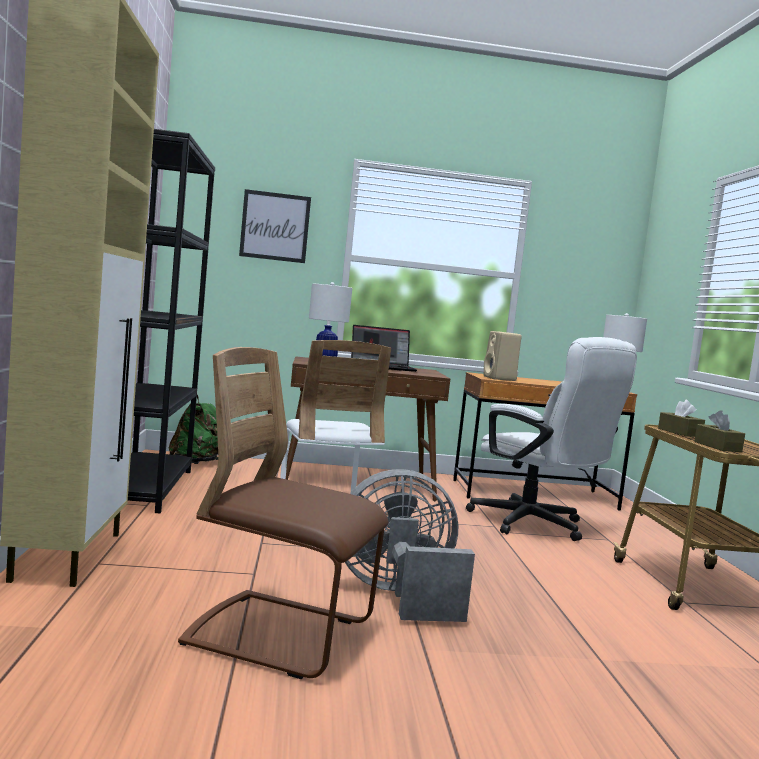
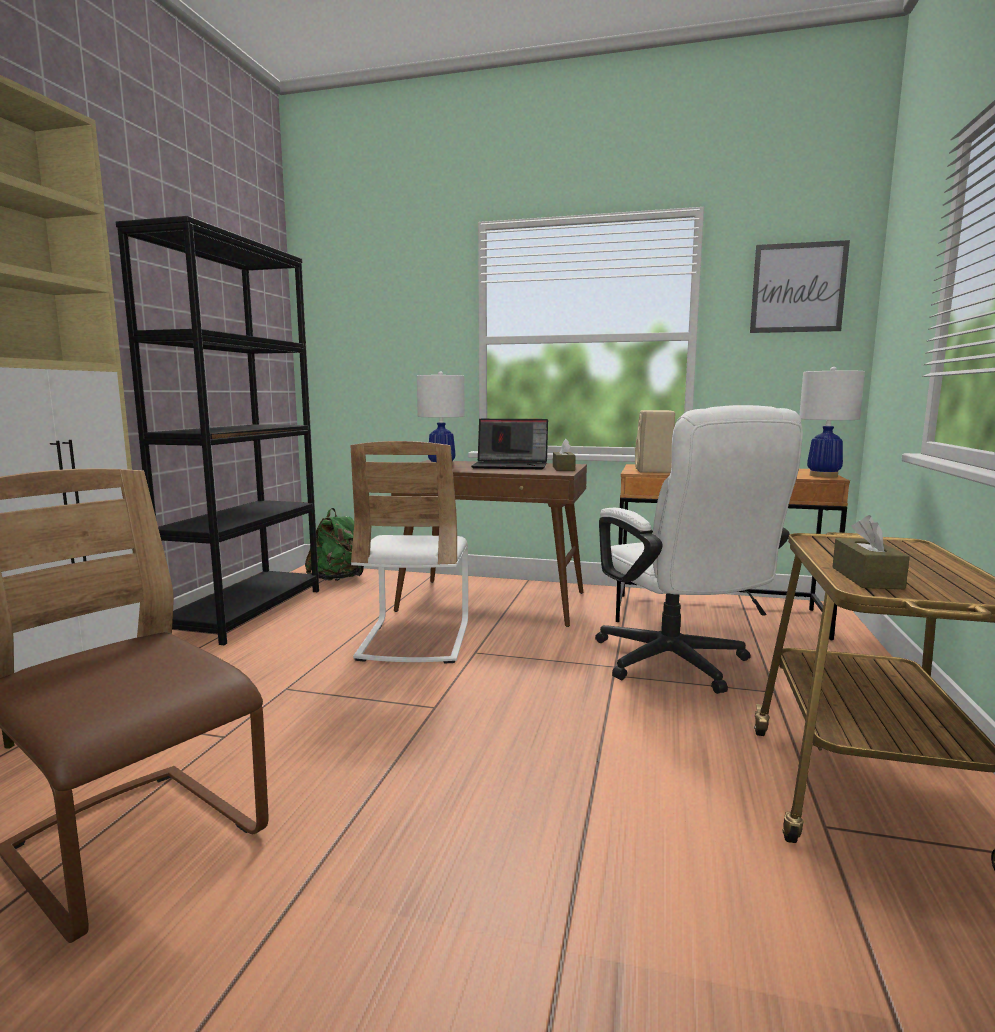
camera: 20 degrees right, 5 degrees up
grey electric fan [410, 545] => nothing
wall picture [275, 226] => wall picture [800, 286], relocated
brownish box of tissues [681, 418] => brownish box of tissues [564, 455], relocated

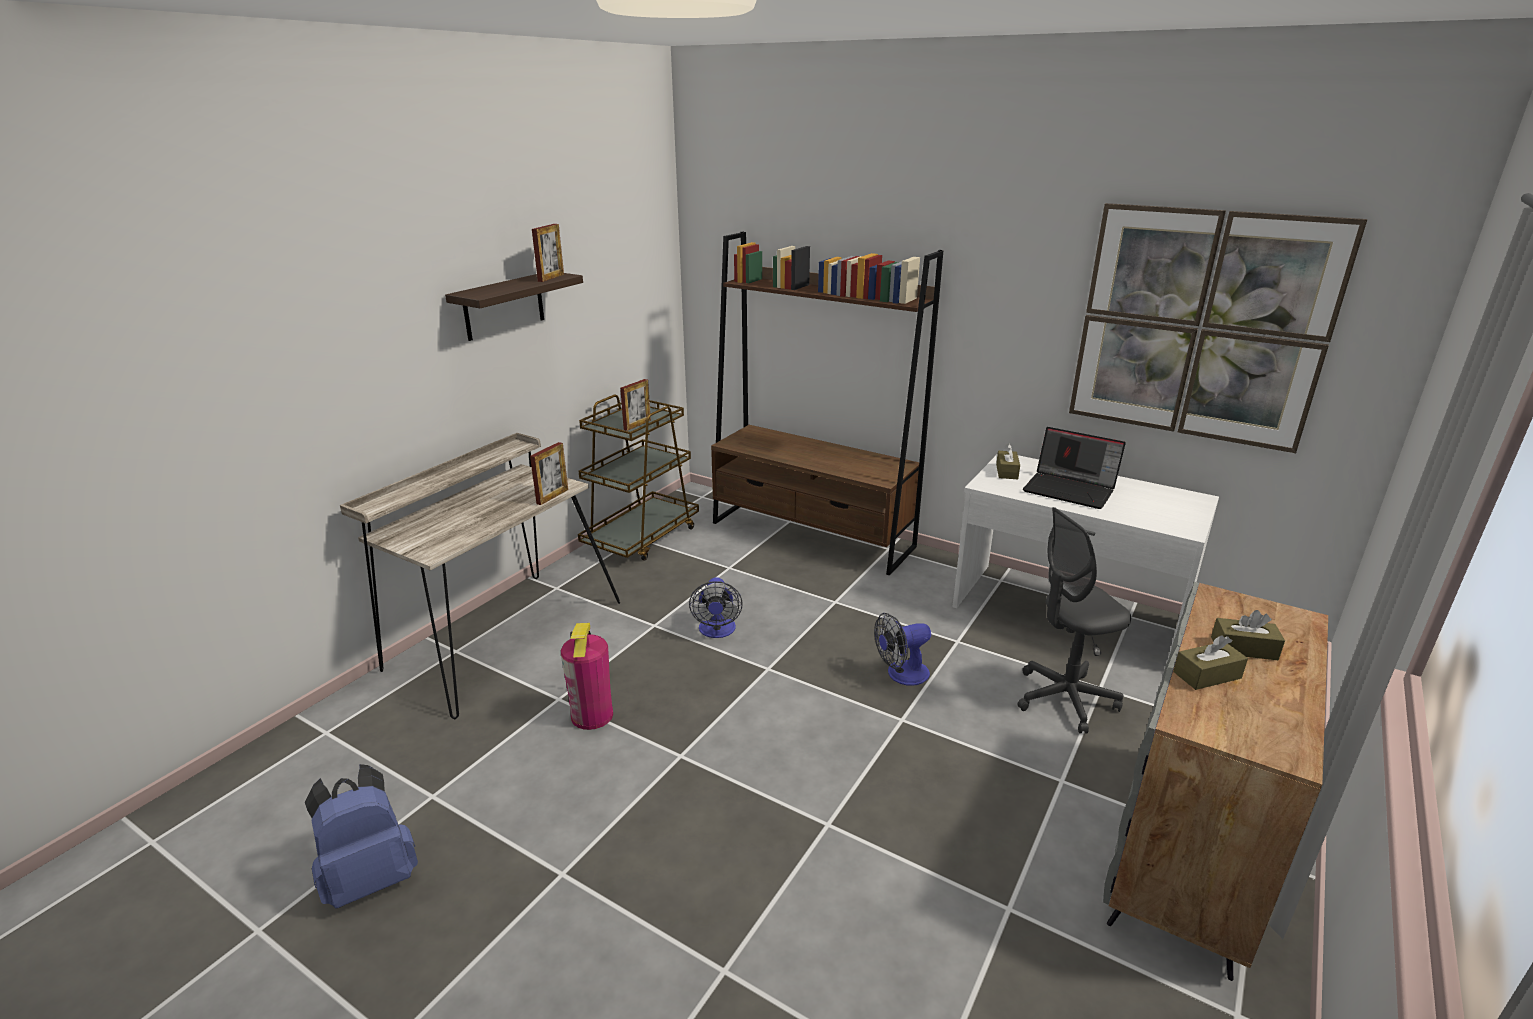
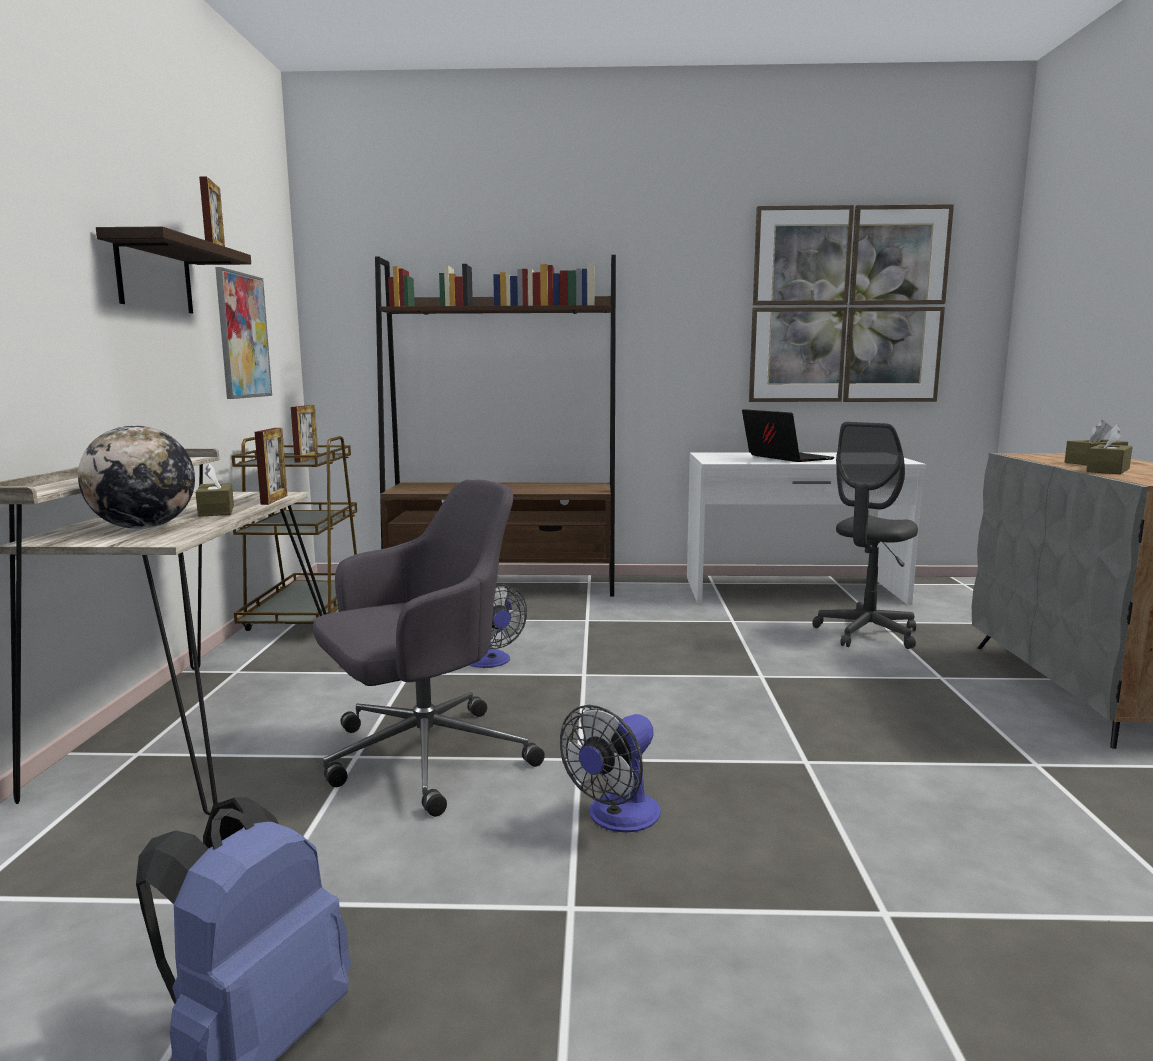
camera: 30 degrees left, 15 degrees down
nothing => globe [136, 477]
nothing => wall picture [243, 333]
electric fan [902, 649] => electric fan [610, 769], relocated
brownish box of tissues [1008, 461] => brownish box of tissues [215, 490], relocated
fire extinguisher [587, 676] => grey desk chair [429, 648]
notebook computer [1074, 468] => notebook computer [788, 435], 120 degrees counterclockwise

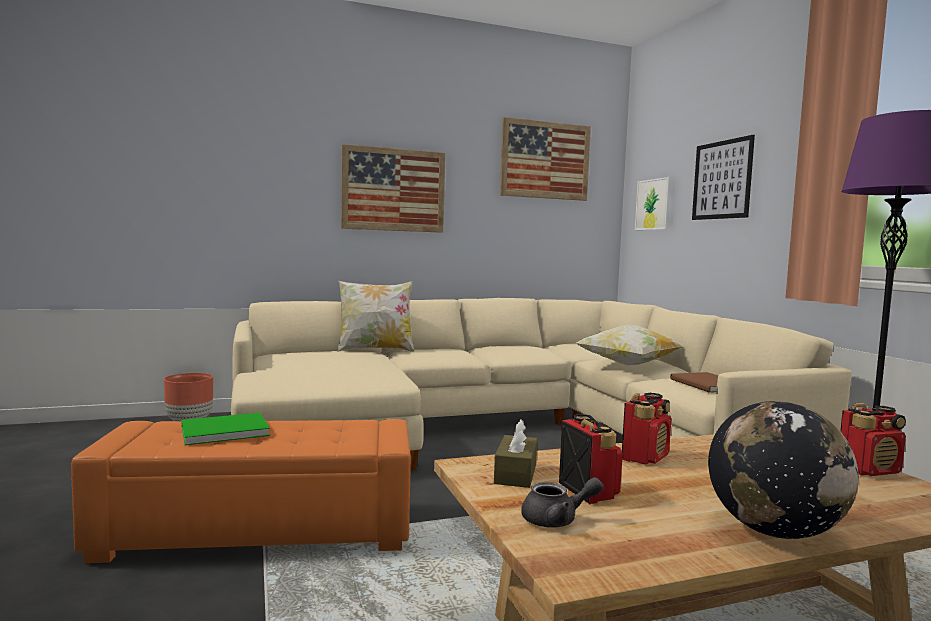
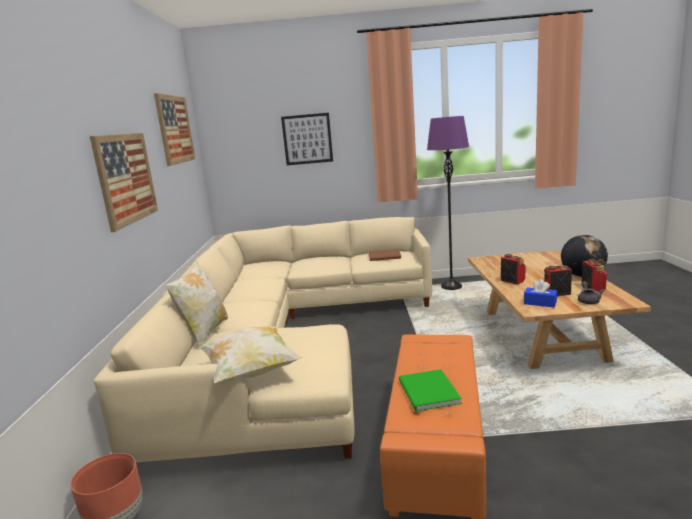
camera: 70 degrees left, 10 degrees up
wall picture [653, 203] => nothing
throw pillow [629, 344] => throw pillow [250, 354], relocated
radio receiver [873, 439] => radio receiver [594, 275], relocated
brownish box of tissues [515, 453] => bluish box of tissues [540, 293]

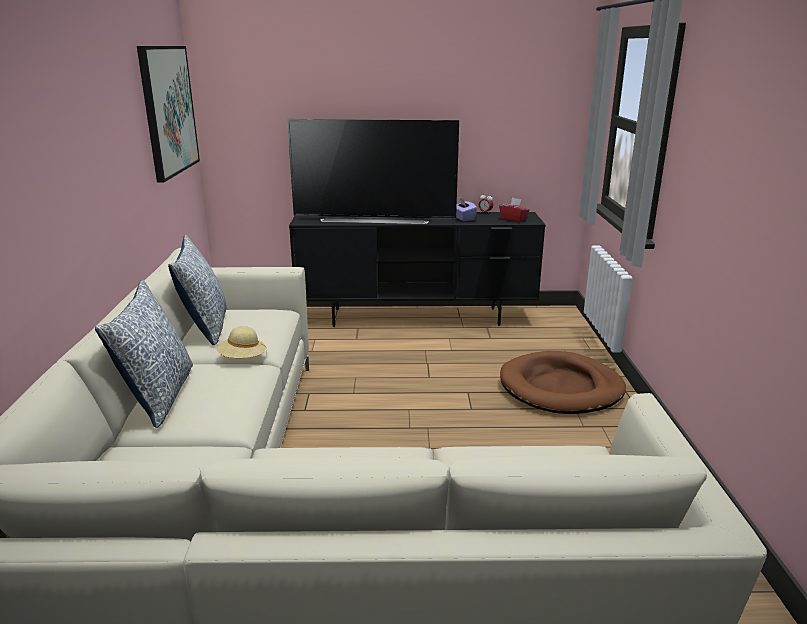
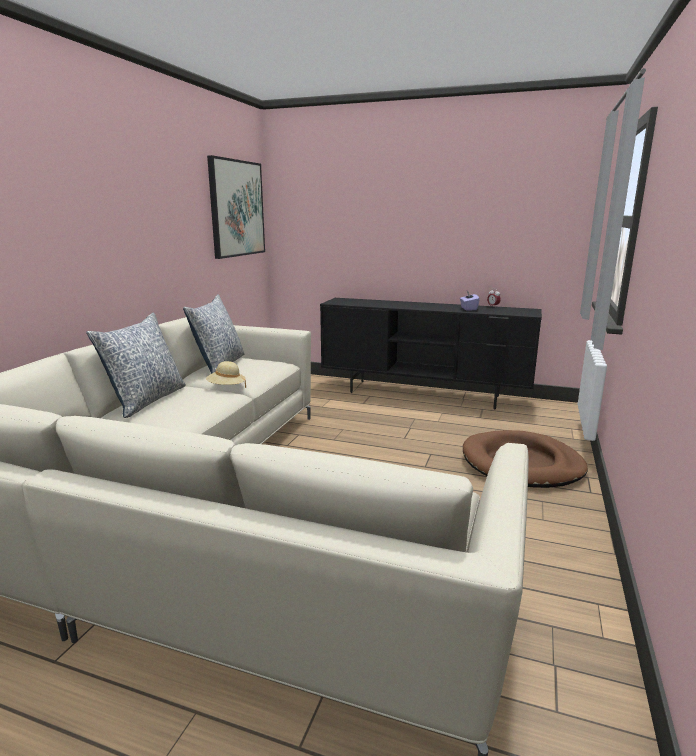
camera: 20 degrees right, 5 degrees down
TV set [373, 171] => nothing
red-coloured box of tissues [514, 210] => nothing

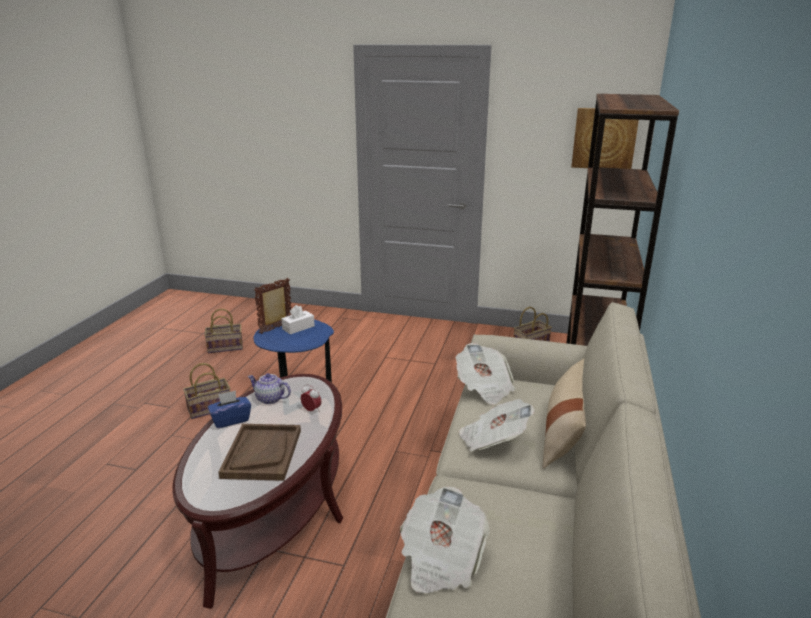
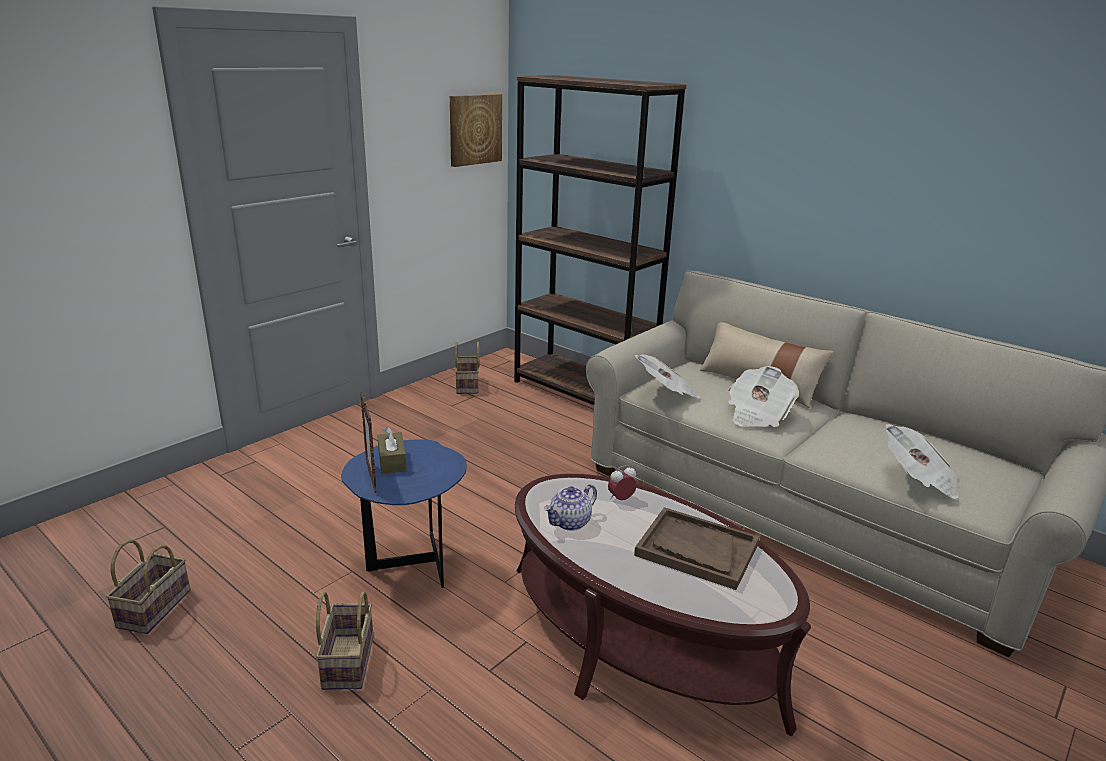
camera: 65 degrees left, 0 degrees up
bluish box of tissues [229, 409] => nothing
white-coloured box of tissues [298, 319] => brownish box of tissues [392, 450]

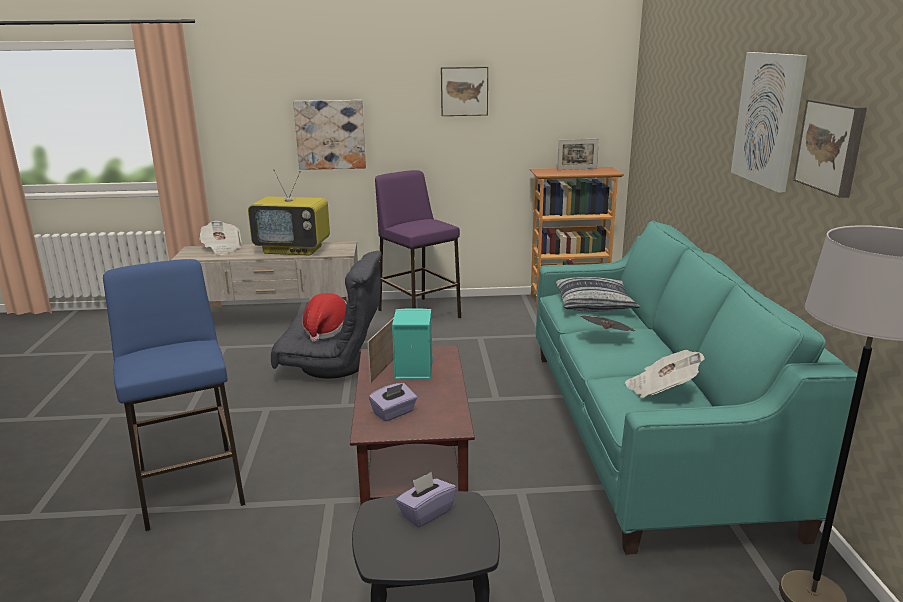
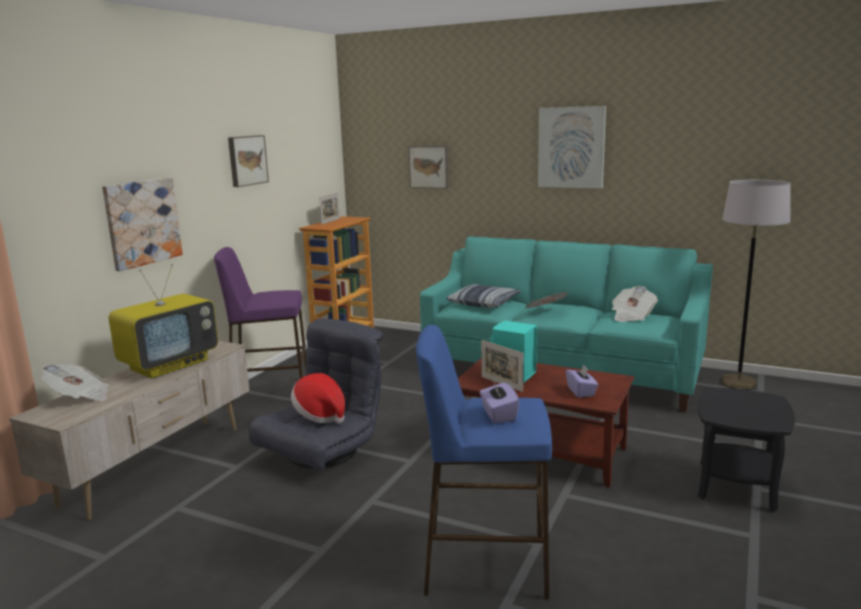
camera: 60 degrees left, 5 degrees down
purple box of tissues [426, 500] => purple box of tissues [499, 402], relocated
wall picture [830, 148] => wall picture [429, 167], relocated

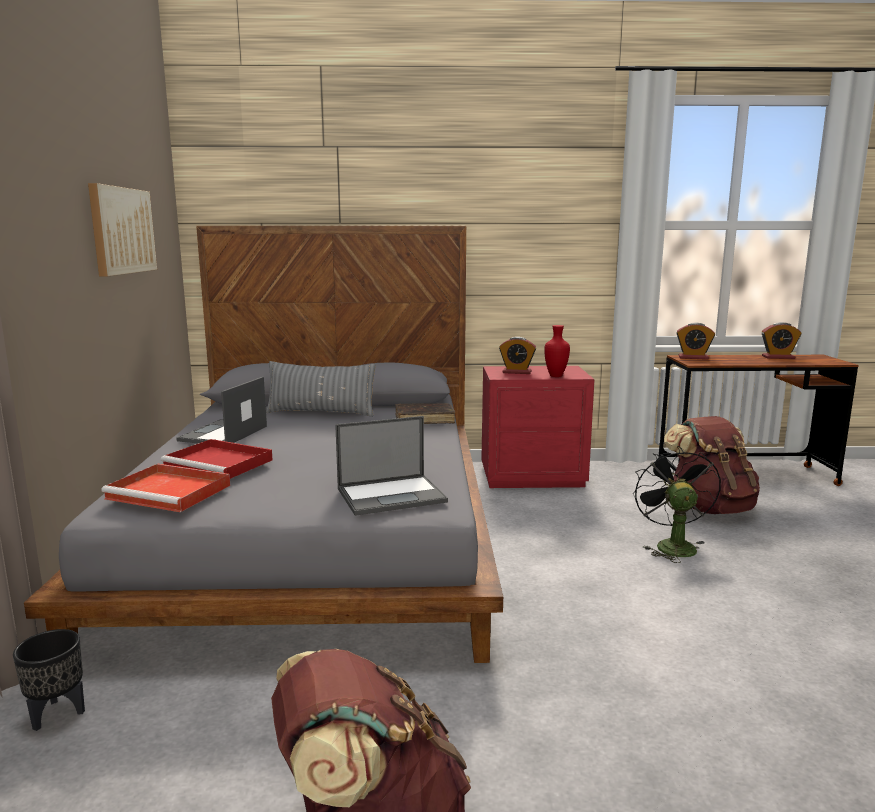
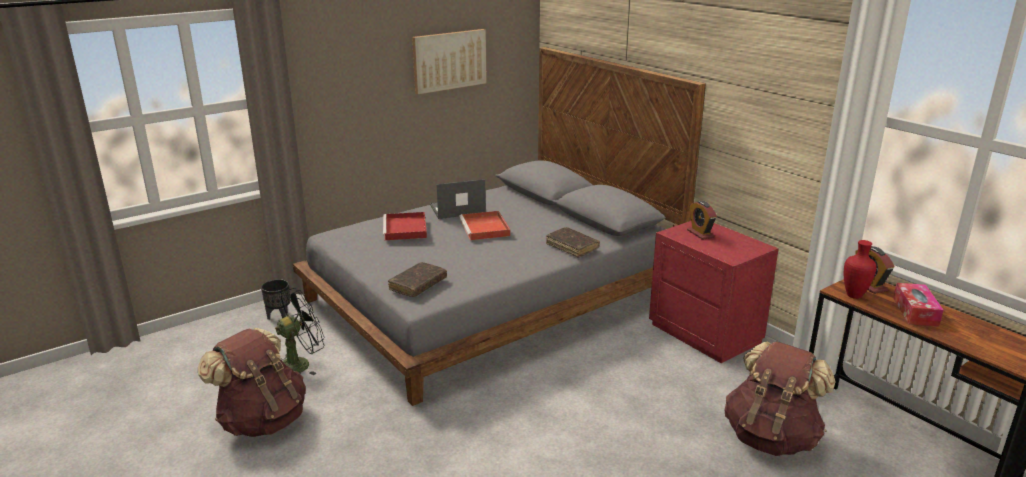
camera: 55 degrees right, 10 degrees up
grey throw pillow [321, 389] => nothing
bedside clock [781, 340] => nothing
nothing => box of tissues [918, 305]
red-coloured carrying tray [165, 488] => red-coloured carrying tray [485, 225], relocated
red-coloured vase [557, 351] => red-coloured vase [860, 269], relocated
black electric fan [677, 504] => black electric fan [299, 331], relocated
notebook computer [391, 466] => brownish bound book [417, 279]

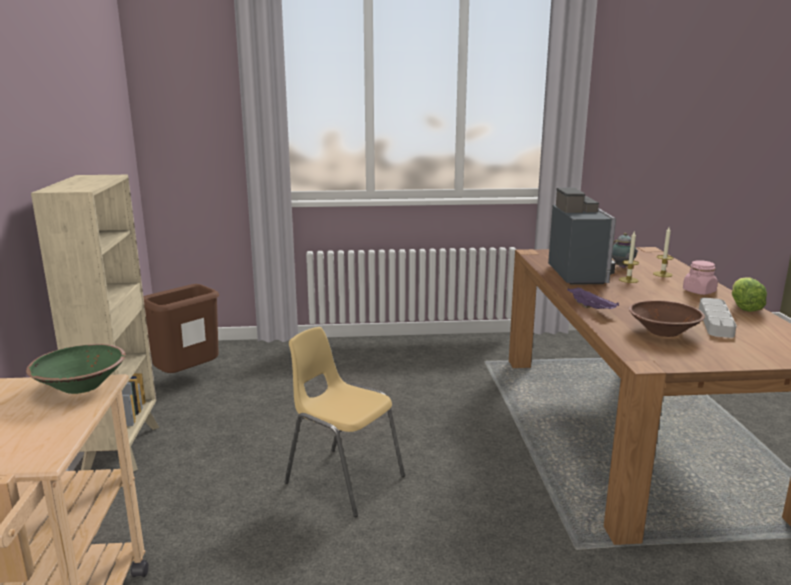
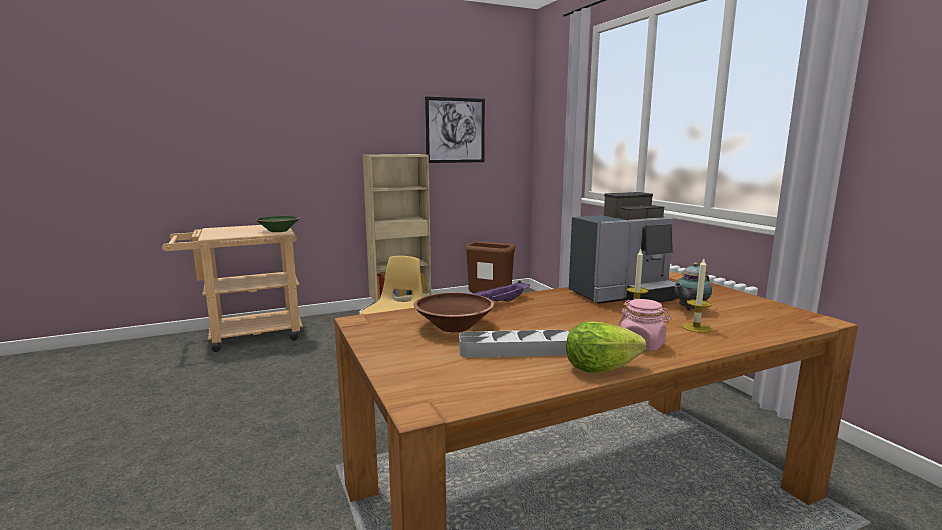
camera: 70 degrees right, 5 degrees down
nothing => wall picture [455, 130]

